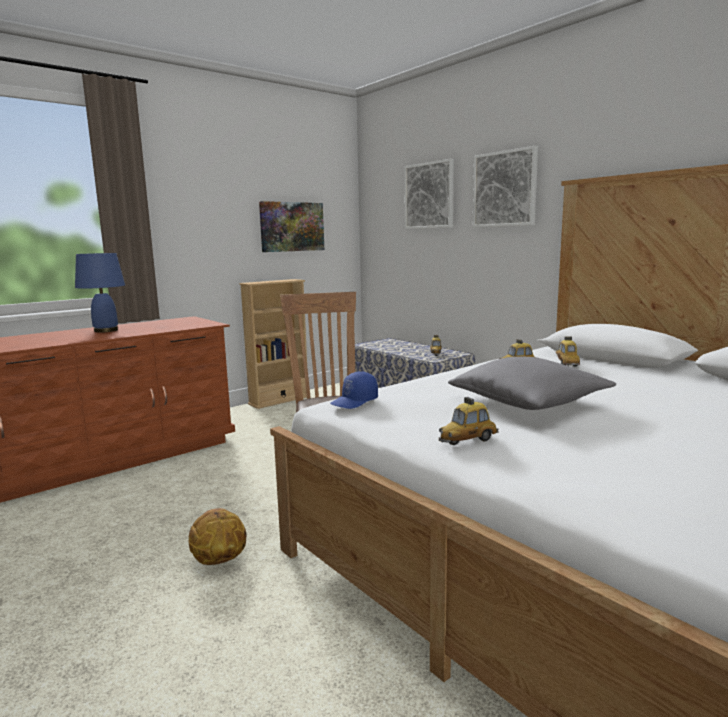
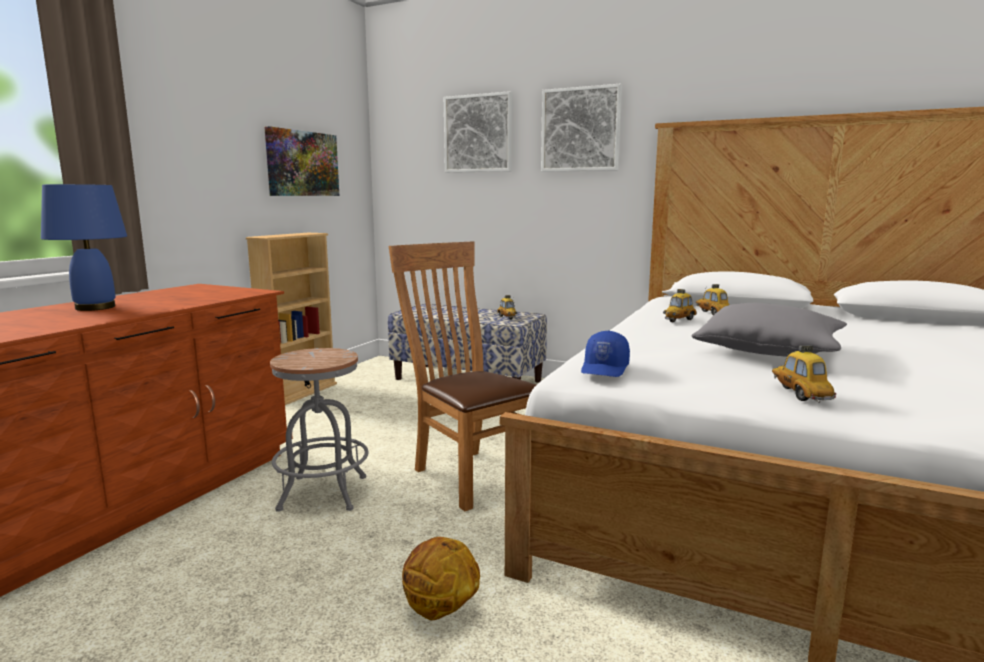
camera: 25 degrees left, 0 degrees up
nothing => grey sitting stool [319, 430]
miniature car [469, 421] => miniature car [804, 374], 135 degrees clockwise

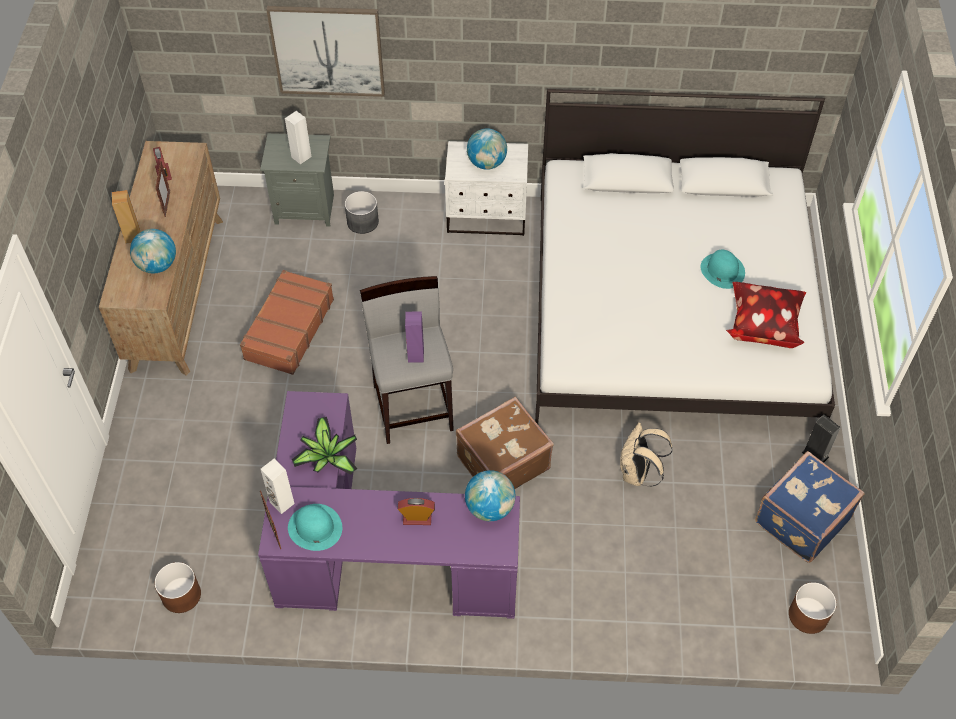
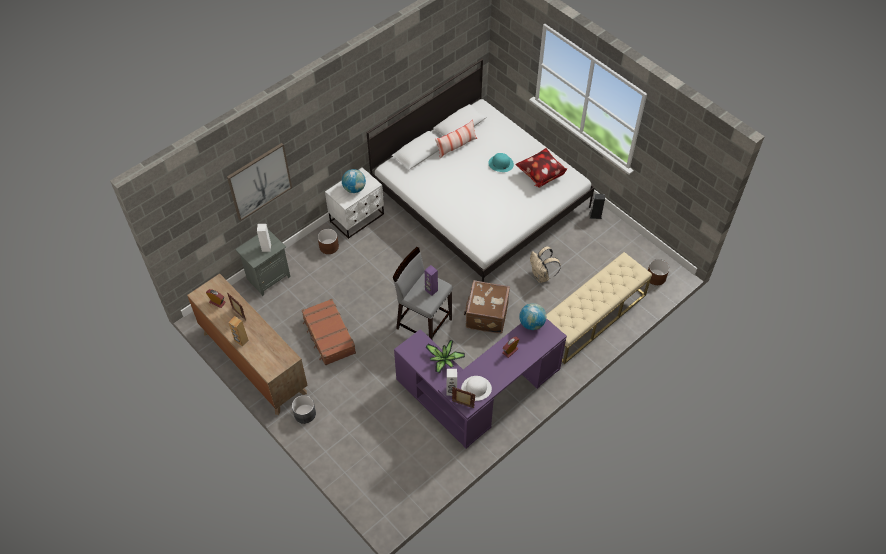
camera: 45 degrees left, 0 degrees up
globe [153, 251] => nothing
bluish suitcase [809, 507] => nothing
nothing => throw pillow [456, 139]
nothing => sand-coloured bench [599, 308]
brownish flower pot [178, 587] => brownish flower pot [328, 241], relocated
grey flower pot [362, 212] => grey flower pot [304, 409], relocated
blue-green wearable hat [315, 527] => white-coloured wearable hat [476, 388]

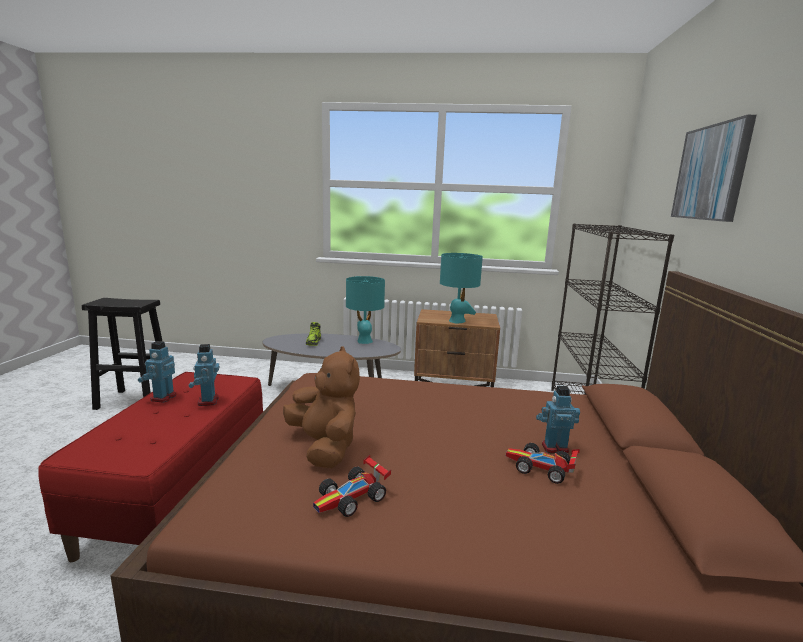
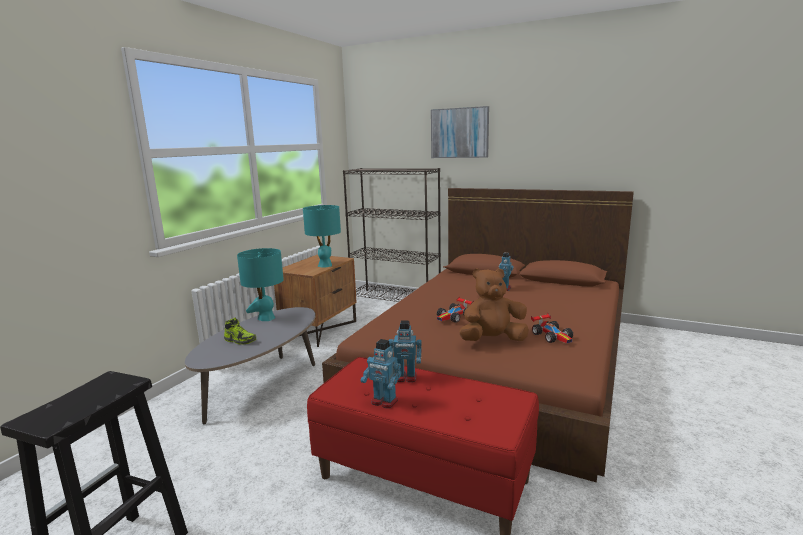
camera: 70 degrees left, 0 degrees up
miniature car [543, 463] => miniature car [455, 310], relocated

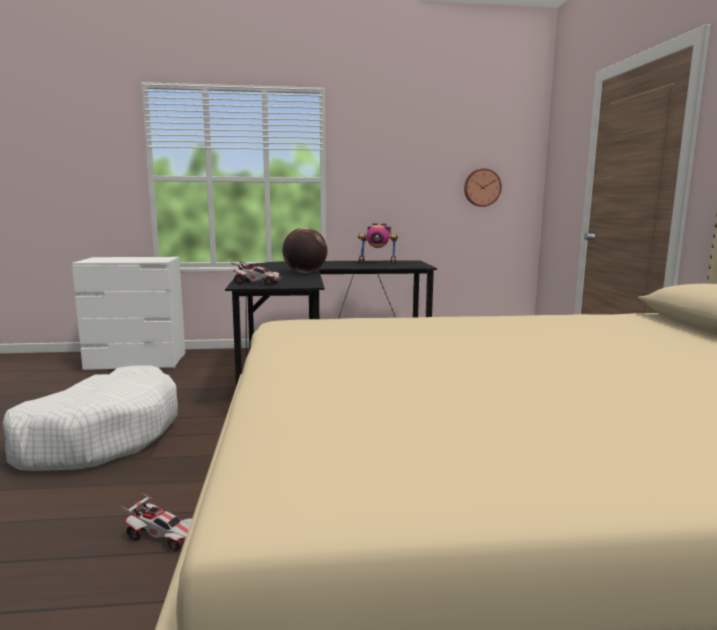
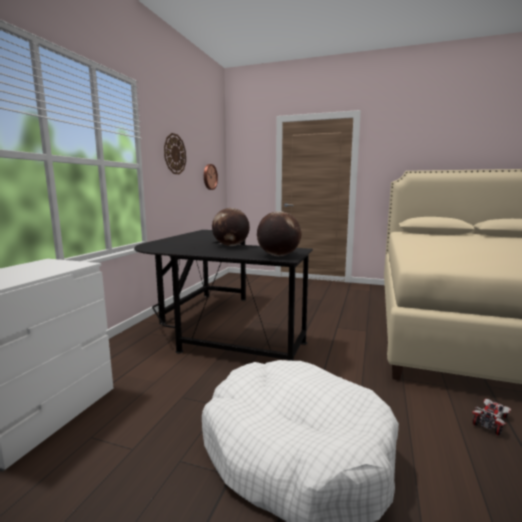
camera: 65 degrees left, 0 degrees up
toy robot [377, 243] => nothing
nothing => hanging clock [175, 153]
miniature car [256, 273] => globe [279, 233]

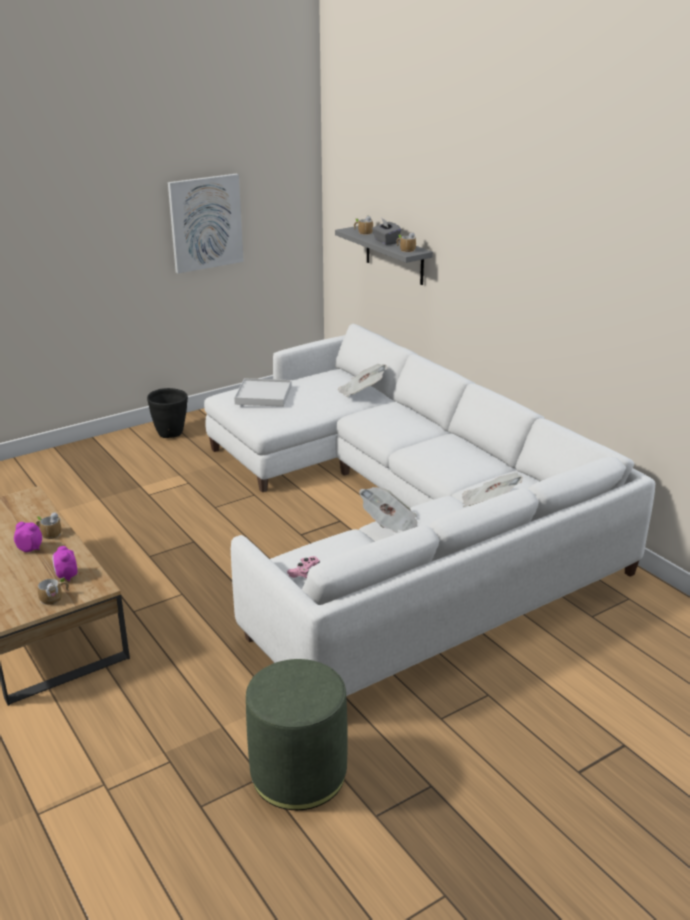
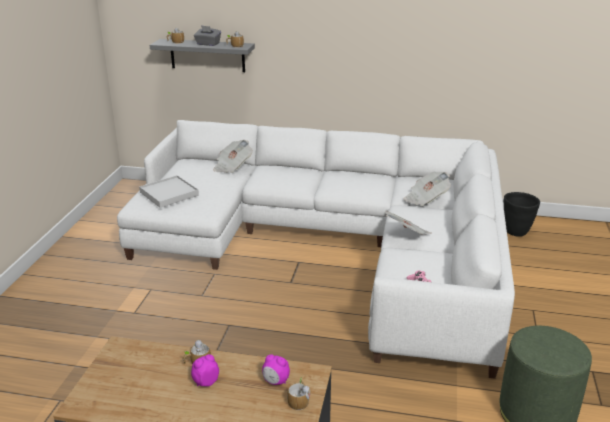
camera: 45 degrees left, 0 degrees up
wall picture [206, 223] => nothing
black flower pot [167, 413] => black flower pot [522, 214], relocated

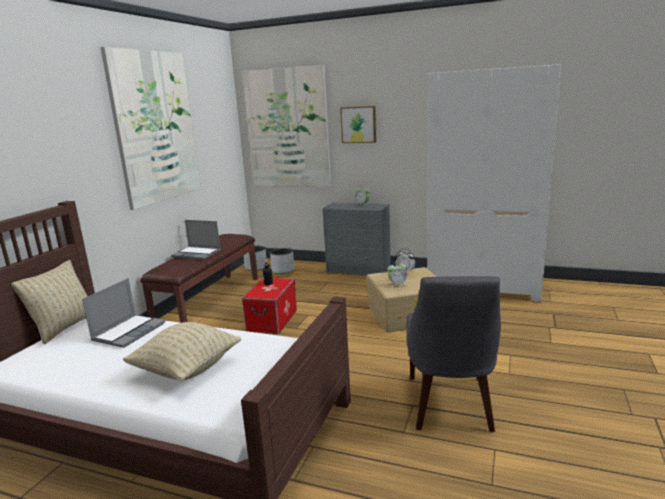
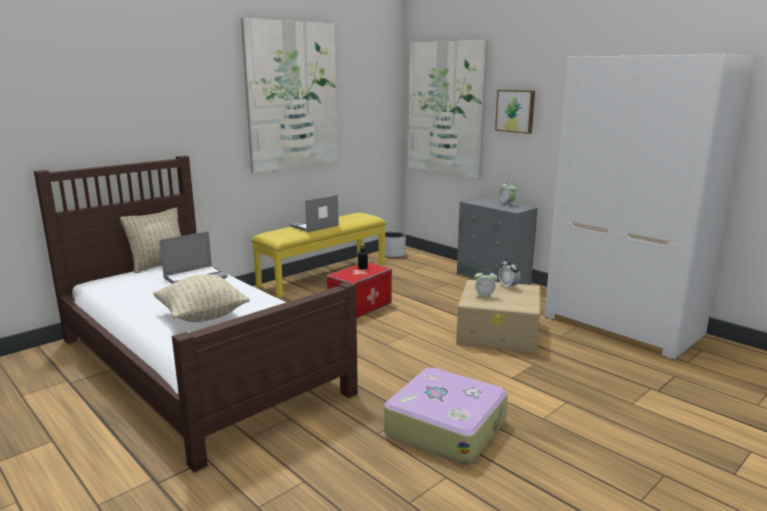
camera: 25 degrees right, 0 degrees up
grey flower pot [282, 261] => nothing
grey upright chair [453, 354] => suitcase [446, 416]
brownish bench [199, 278] => yellow bench [319, 255]
notebook computer [196, 240] => notebook computer [314, 213], 90 degrees clockwise

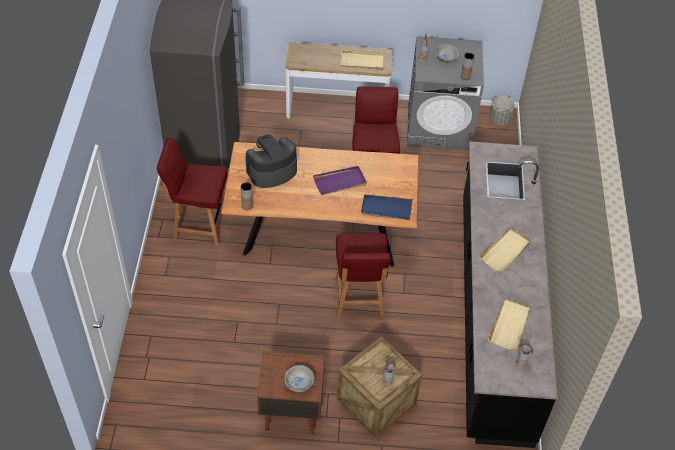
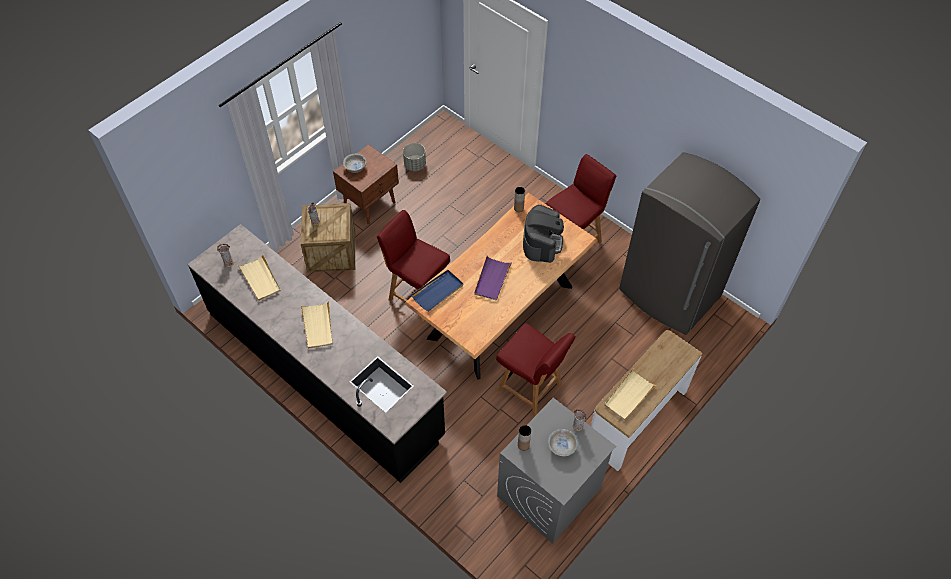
camera: 130 degrees right, 5 degrees up
grey flower pot [502, 110] => grey flower pot [414, 157], relocated

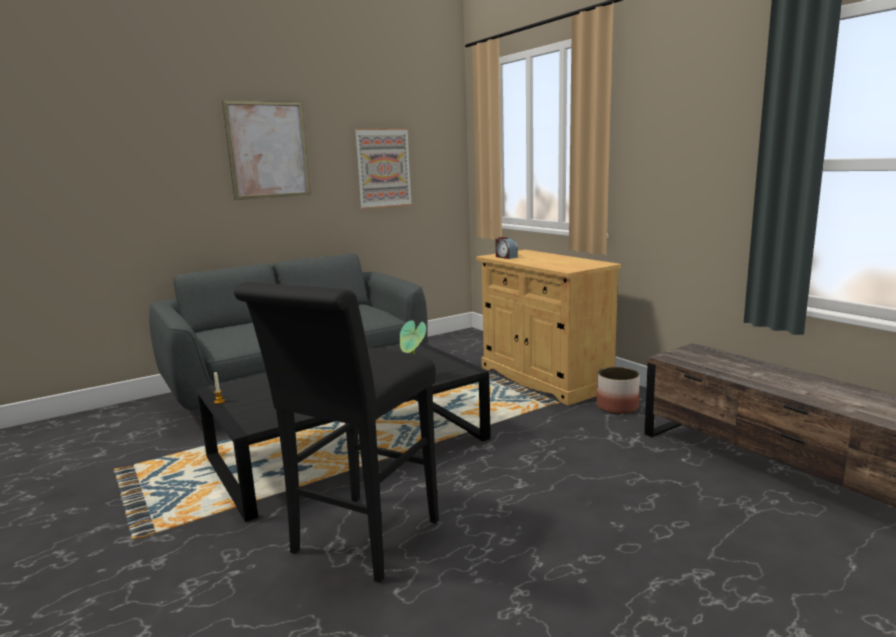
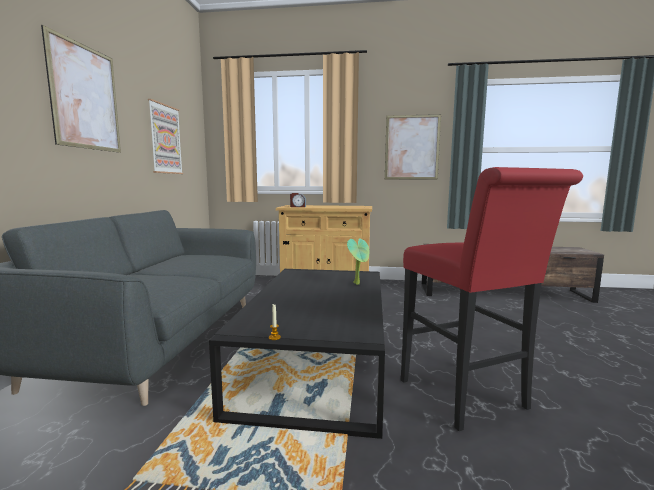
camera: 50 degrees left, 5 degrees down
flower pot [618, 390] => nothing
nothing => wall picture [413, 146]
black sitting stool [336, 432] => red-coloured sitting stool [492, 299]

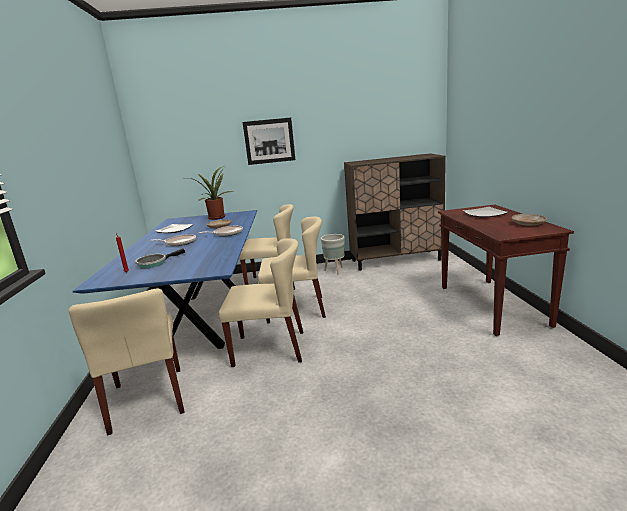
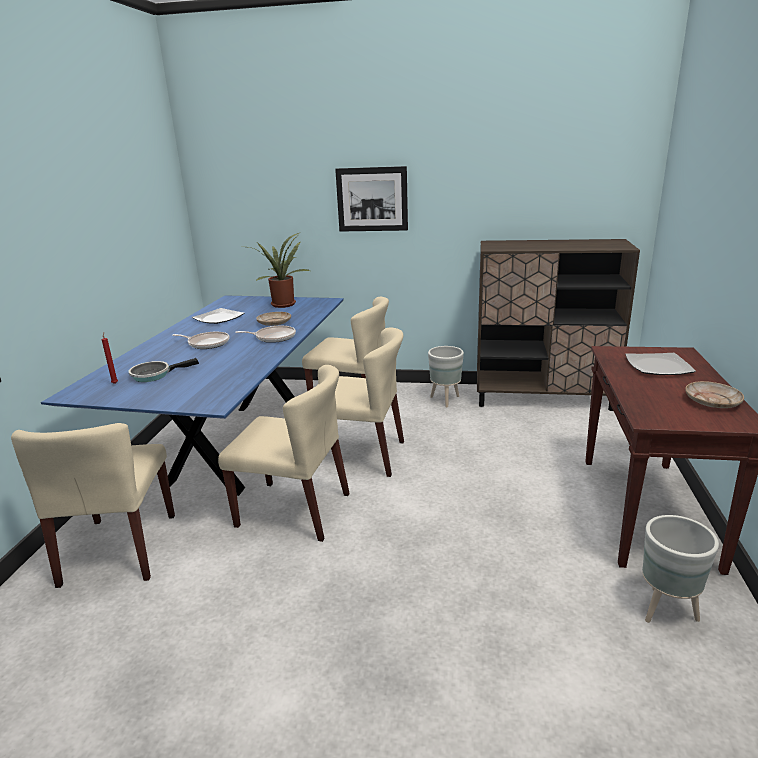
camera: 15 degrees right, 5 degrees up
nothing => grey flower pot [680, 569]

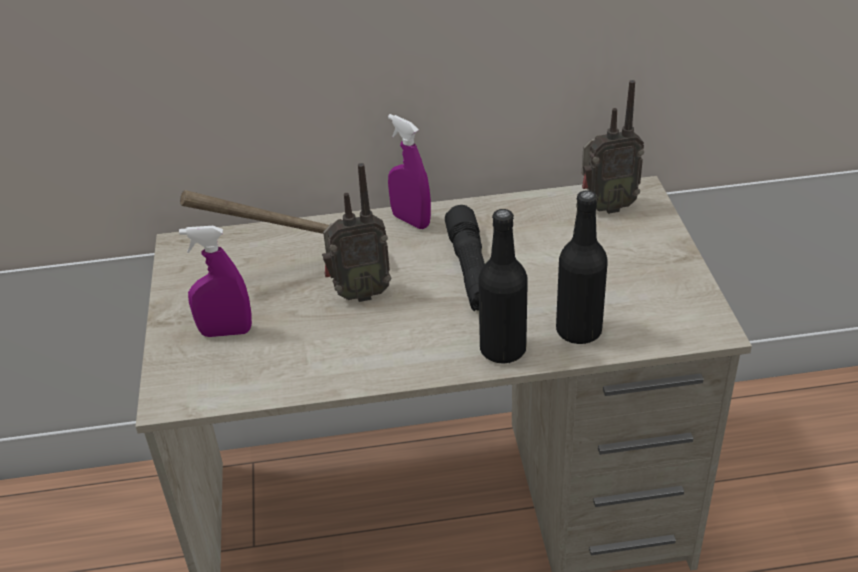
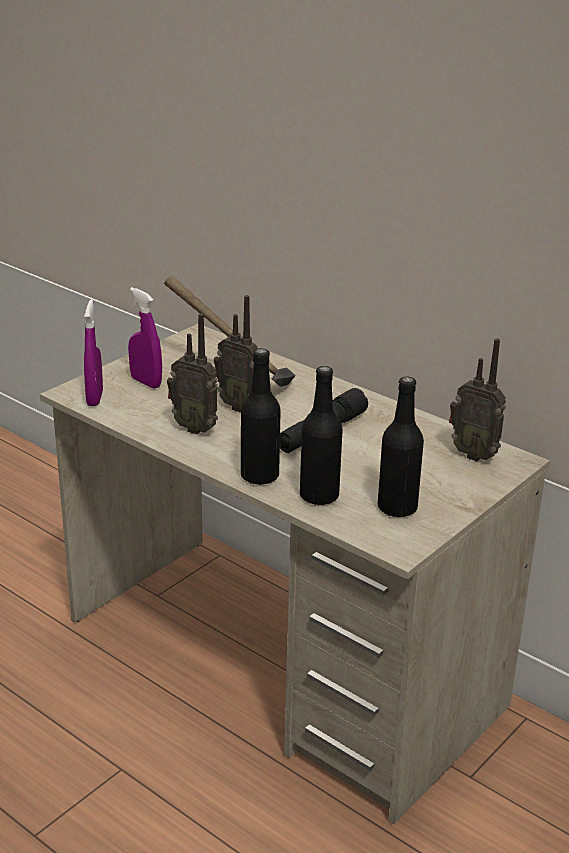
camera: 45 degrees right, 10 degrees down
nothing => radio receiver [192, 373]
nothing => black bottle [401, 447]
purple hand sprayer [409, 171] => purple hand sprayer [93, 352], relocated

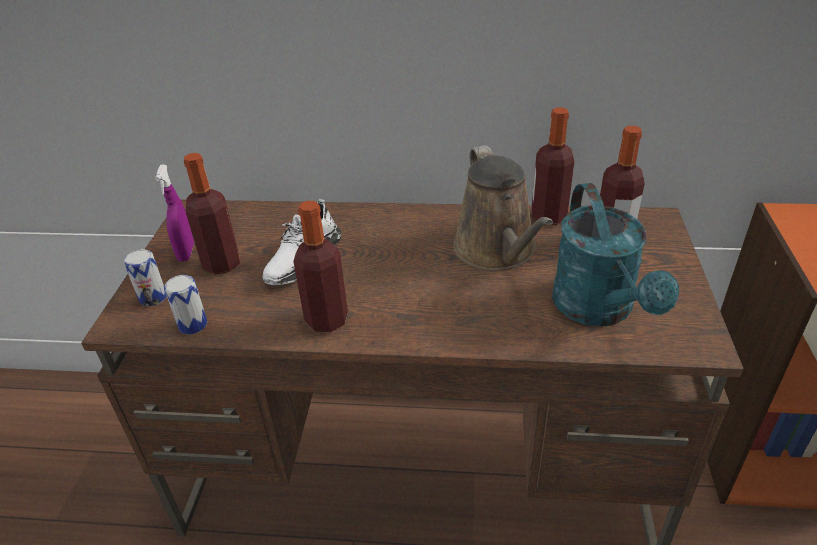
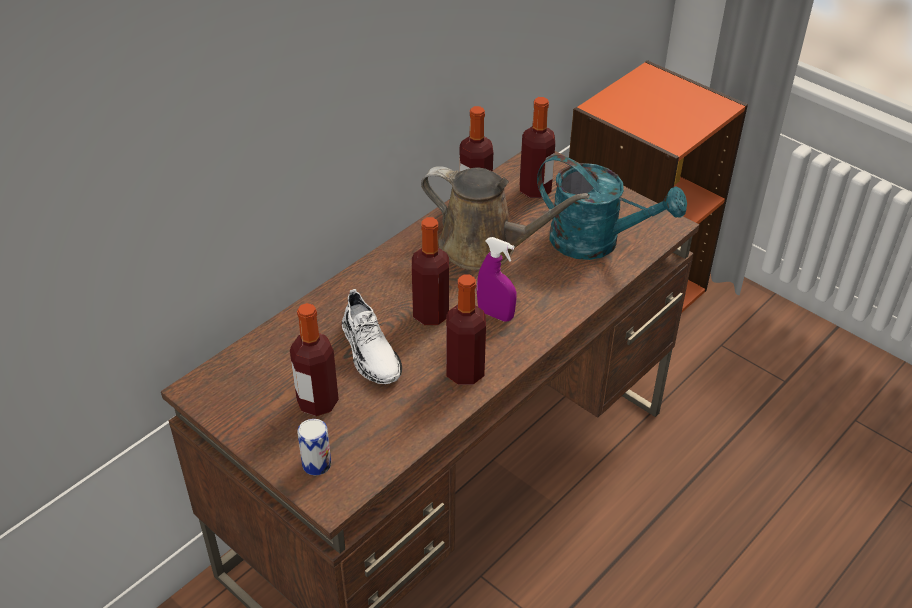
camera: 55 degrees left, 5 degrees up
metal can [185, 304] => nothing
nothing => bottle [430, 271]
purple hand sprayer [174, 213] => purple hand sprayer [497, 279], relocated

